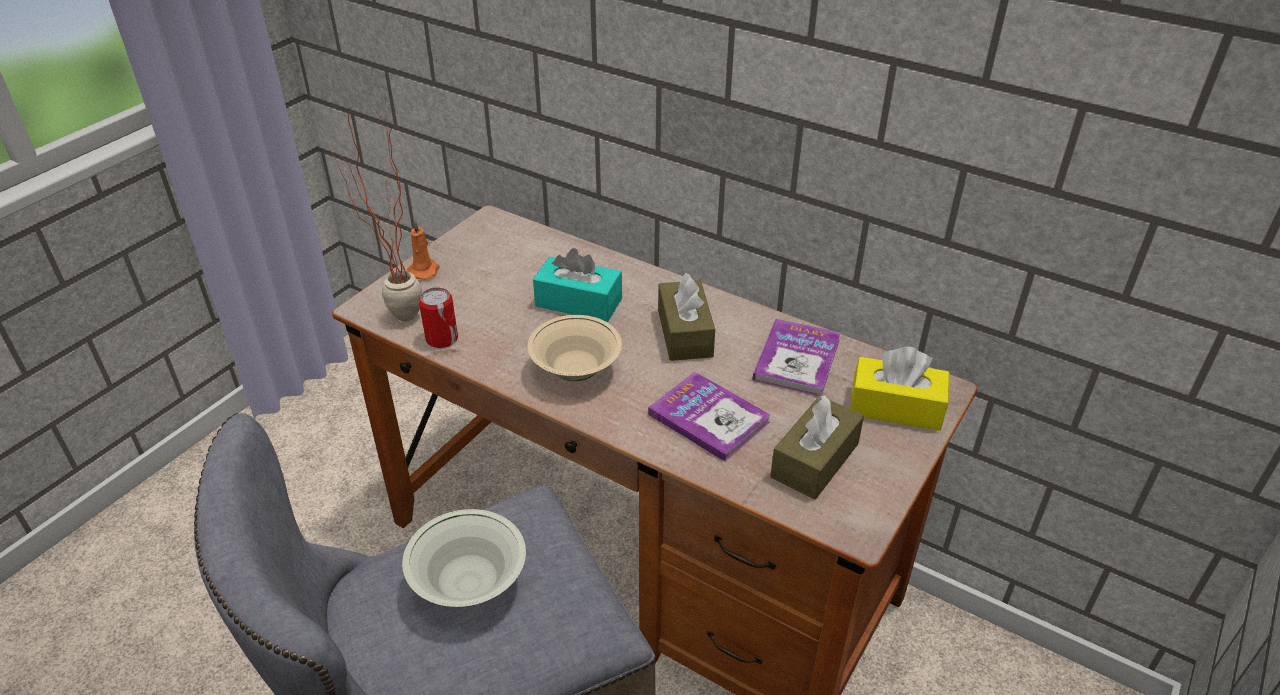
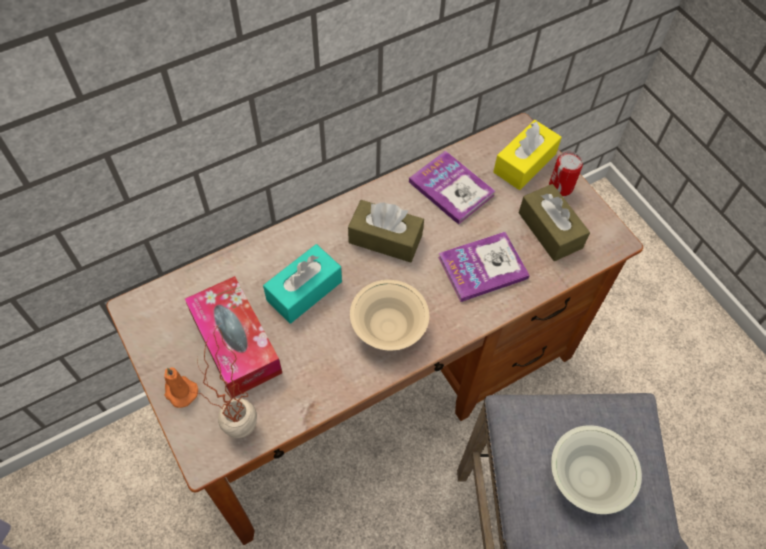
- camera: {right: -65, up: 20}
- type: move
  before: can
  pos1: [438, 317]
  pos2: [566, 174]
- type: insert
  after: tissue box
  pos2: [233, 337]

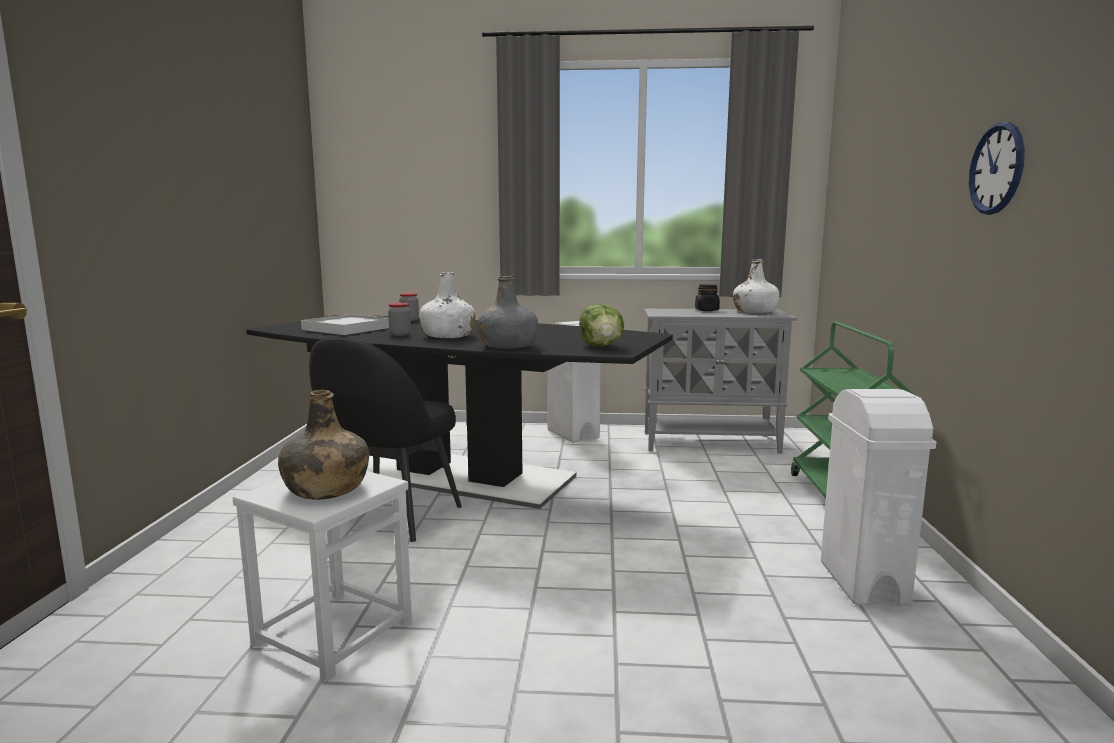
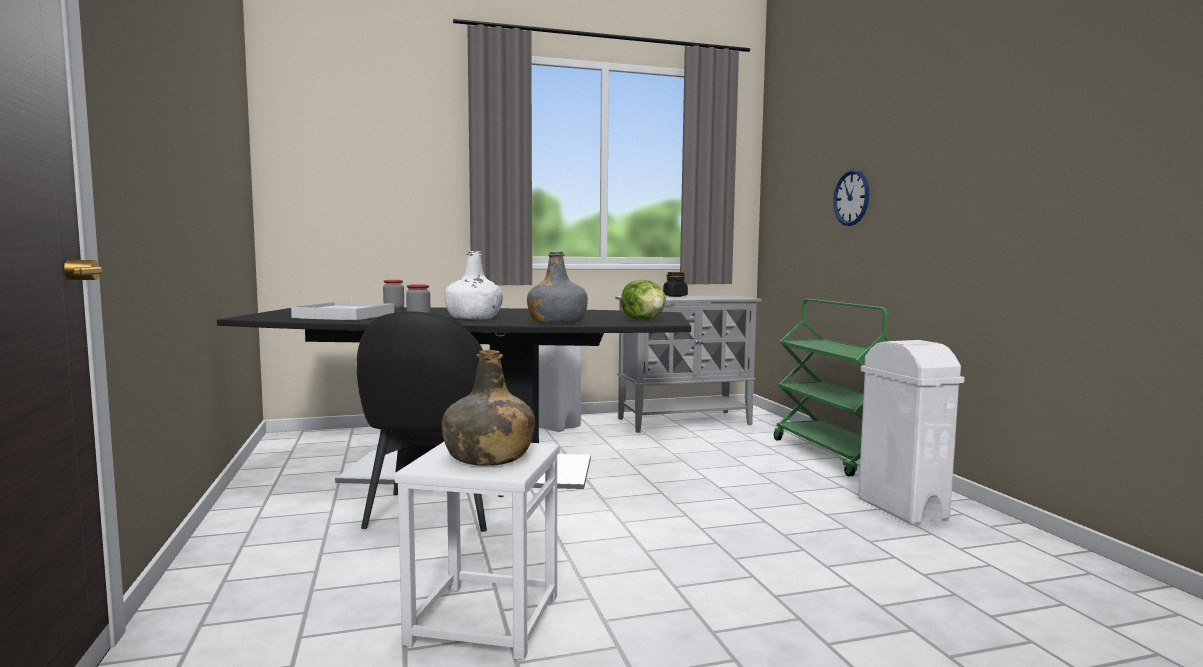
- camera: {right: -20, up: -5}
- type: move
  before: wall clock
  pos1: [997, 168]
  pos2: [851, 198]
- type: delete
  before: white bottle
  pos1: [756, 286]

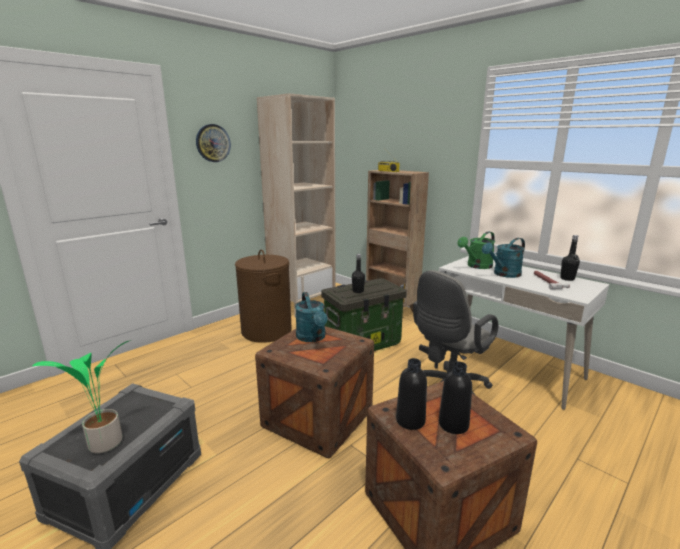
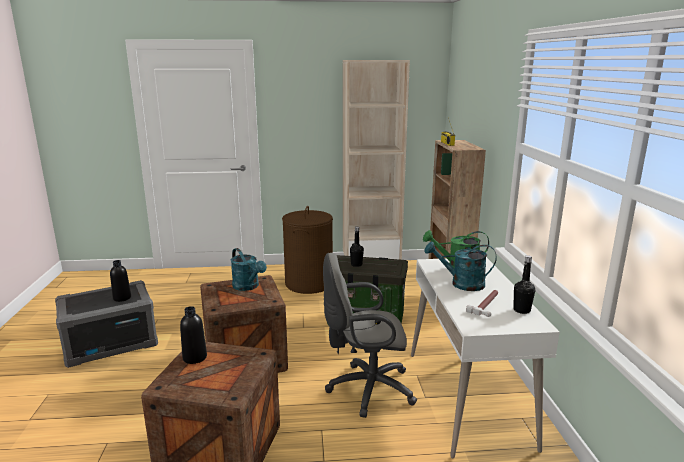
- camera: {right: 40, up: 0}
- type: delete
  before: wall clock
  pos1: [213, 143]
- type: rotate
  before: turquoise watering can
  pos1: [311, 317]
  pos2: [249, 269]
  turn: -60
- type: delete
  before: potted plant
  pos1: [82, 396]
- type: move
  before: black bottle
  pos1: [455, 398]
  pos2: [120, 281]

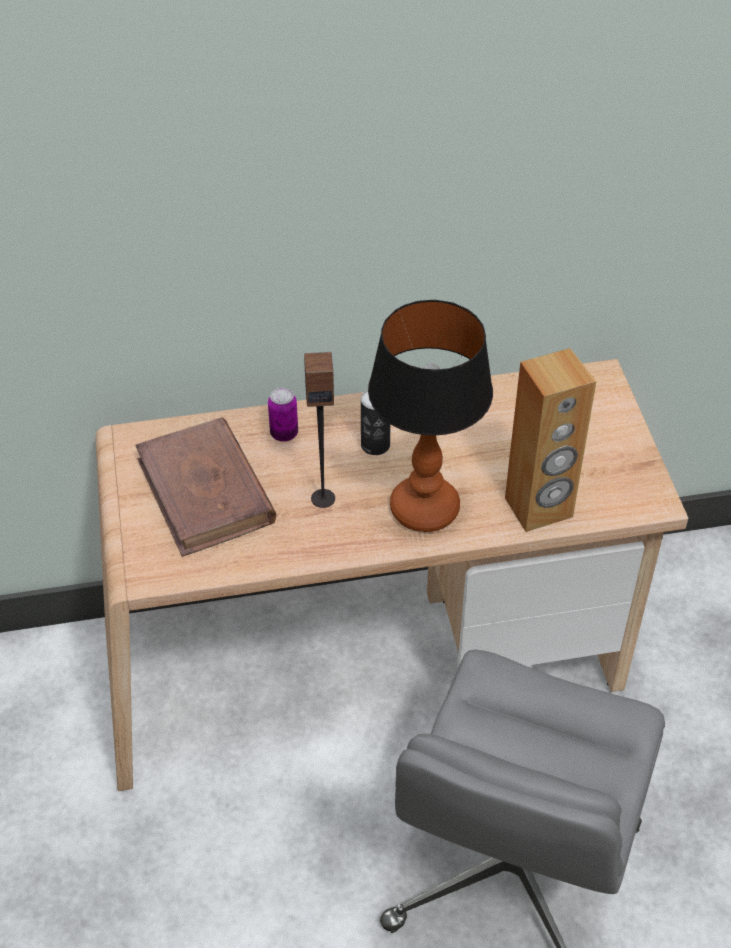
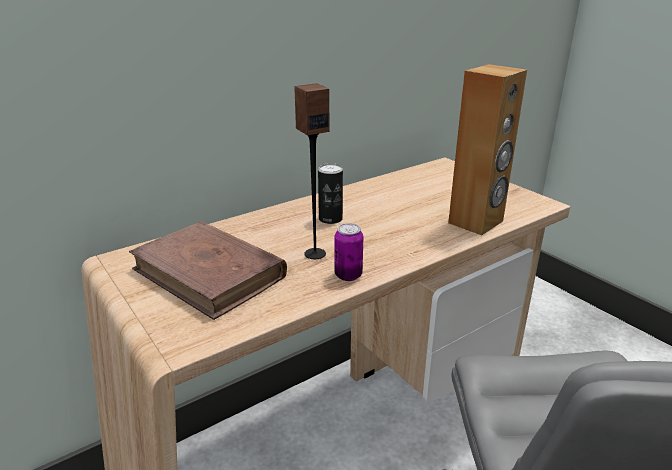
- camera: {right: -25, up: -20}
- type: delete
  before: table lamp
  pos1: [430, 416]
- type: move
  before: can
  pos1: [283, 415]
  pos2: [349, 252]

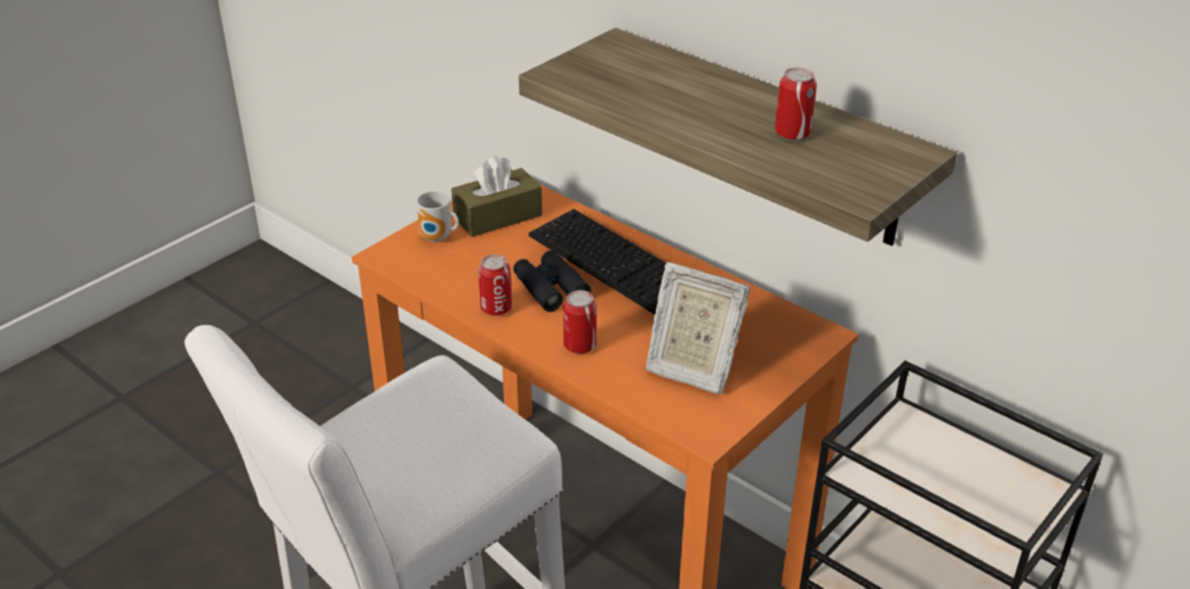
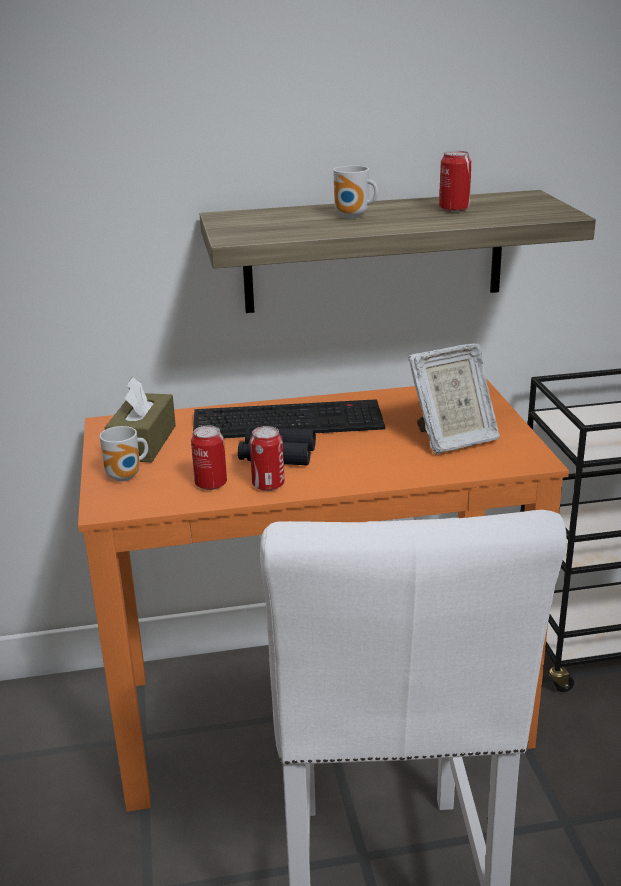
- camera: {right: -50, up: -10}
- type: move
  before: can
  pos1: [580, 322]
  pos2: [209, 458]
- type: insert
  after: mug
  pos2: [355, 192]

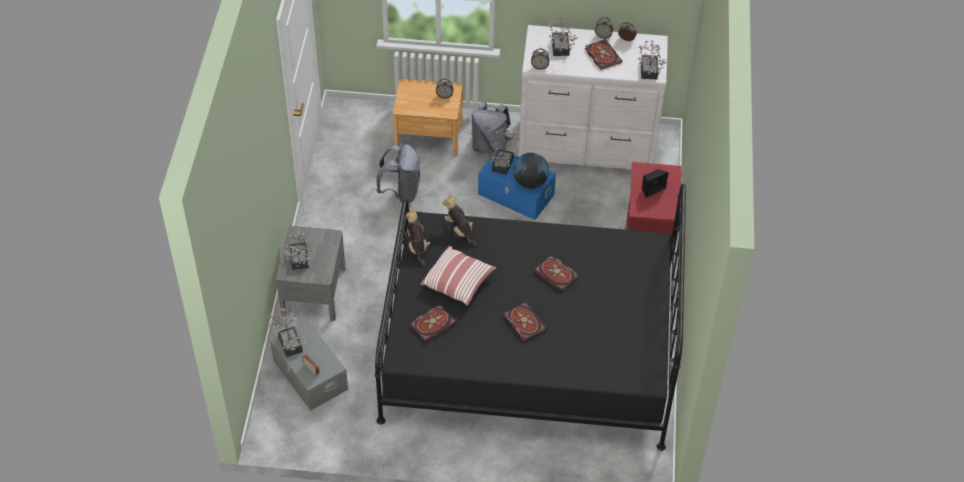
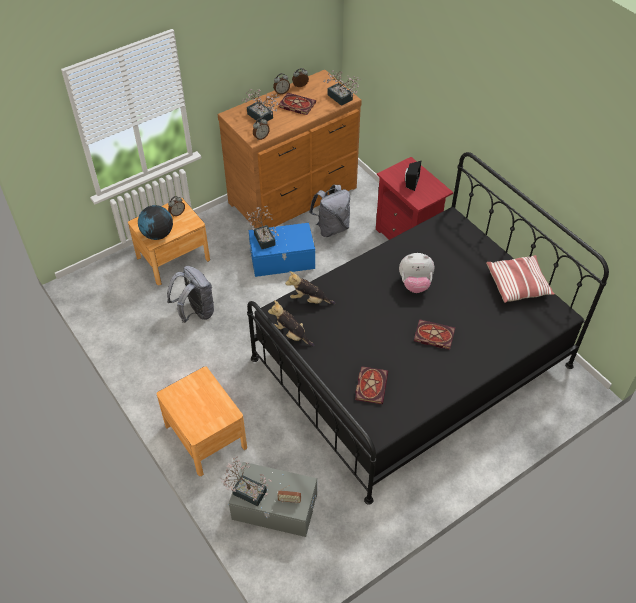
- camera: {right: -40, up: 0}
- type: recolor
  before: white dresser
  after: brown dresser
  pos1: [593, 97]
  pos2: [290, 149]
- type: move
  before: grey backpack
  pos1: [491, 128]
  pos2: [329, 211]
- type: move
  before: globe
  pos1: [531, 171]
  pos2: [155, 222]
- type: recolor
  before: grey nightstand
  after: brown nightstand
  pos1: [311, 273]
  pos2: [202, 421]
- type: delete
  before: potted plant
  pos1: [299, 249]
- type: move
  before: pillow
  pos1: [458, 276]
  pos2: [520, 279]
- type: replace
  before: book
  after: plush toy
  pos1: [556, 273]
  pos2: [416, 273]

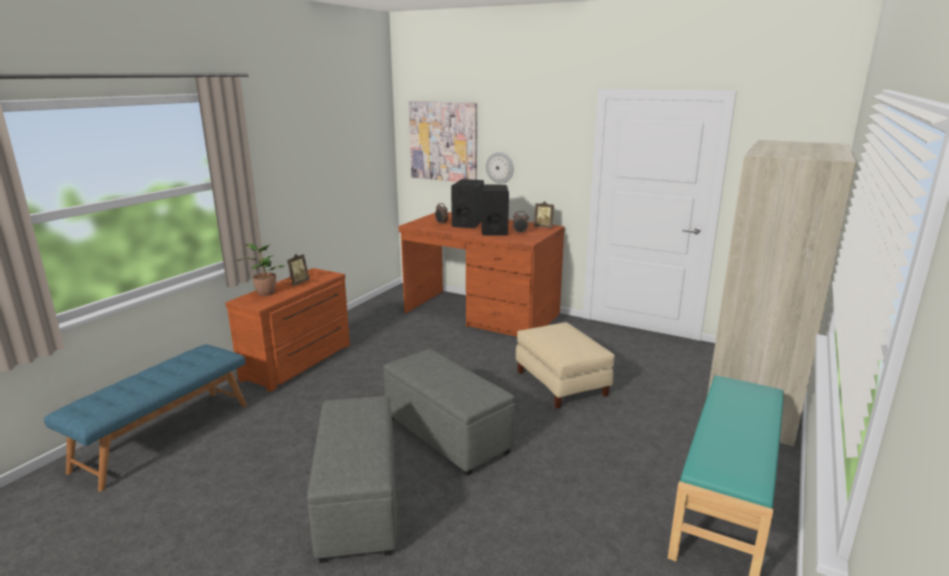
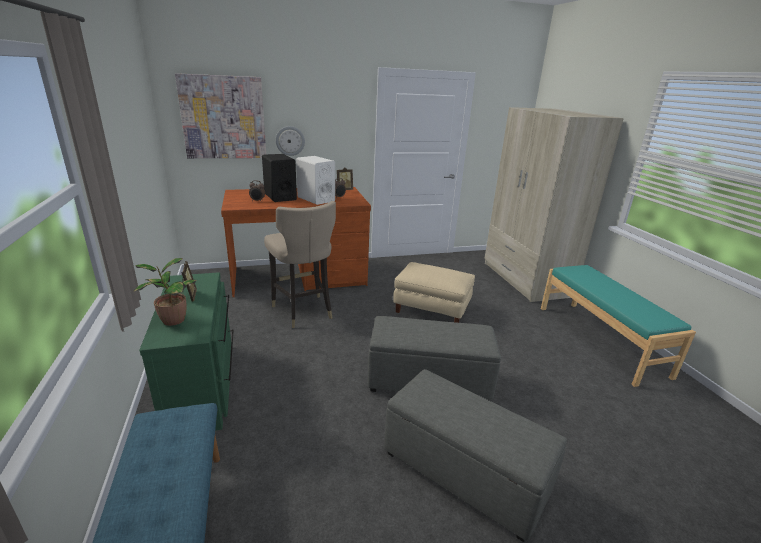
- camera: {right: -45, up: 5}
- type: recolor
  before: black speaker
  after: white speaker
  pos1: [495, 210]
  pos2: [315, 180]
- type: recolor
  before: brown dresser
  after: green dresser
  pos1: [287, 330]
  pos2: [186, 351]
- type: insert
  after: beige stool
  pos2: [300, 264]

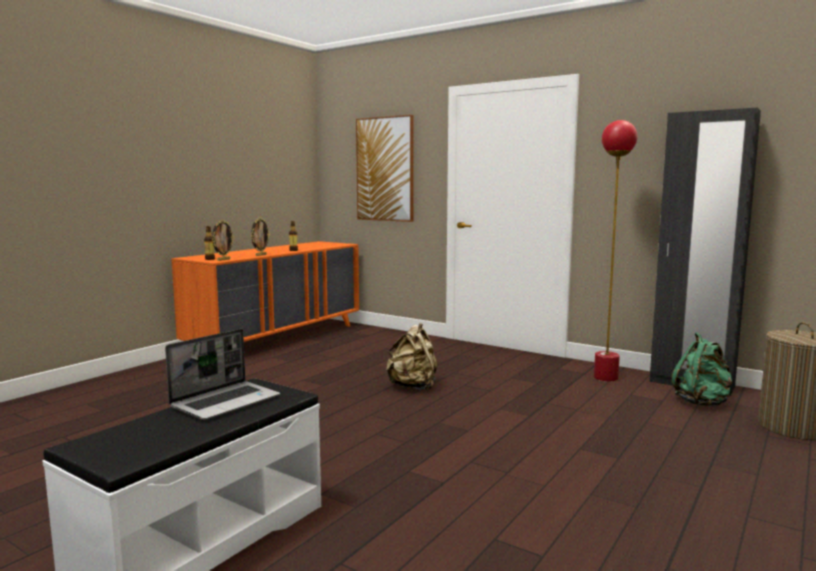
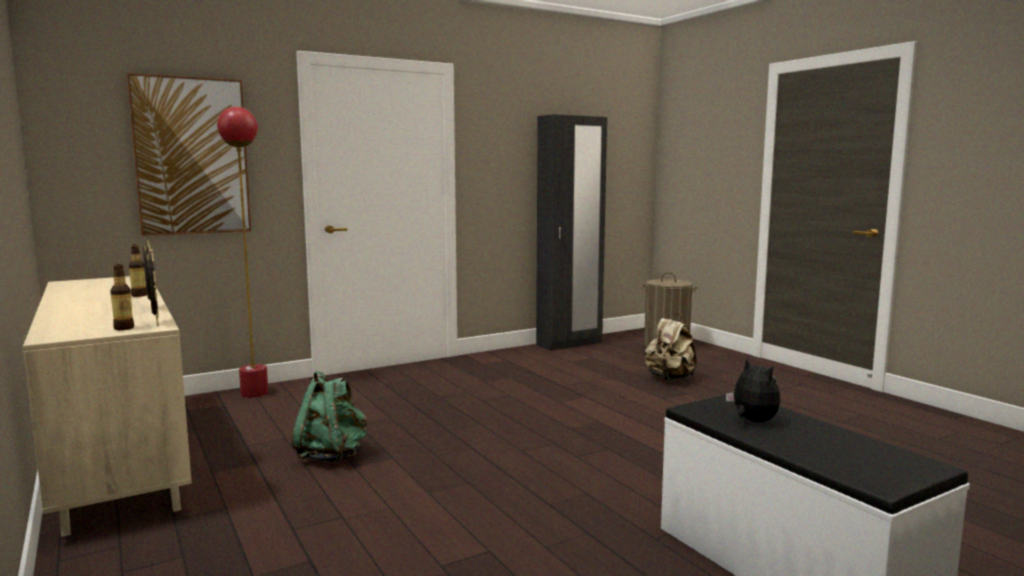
- camera: {right: -65, up: 0}
- type: move
  before: red floor lamp
  pos1: [616, 251]
  pos2: [242, 252]
- type: recolor
  before: orange dresser
  after: beige dresser
  pos1: [265, 291]
  pos2: [107, 406]
- type: move
  before: beige backpack
  pos1: [411, 356]
  pos2: [671, 347]
- type: replace
  before: laptop
  after: plush toy
  pos1: [222, 374]
  pos2: [753, 390]
- type: move
  before: green backpack
  pos1: [701, 369]
  pos2: [329, 417]

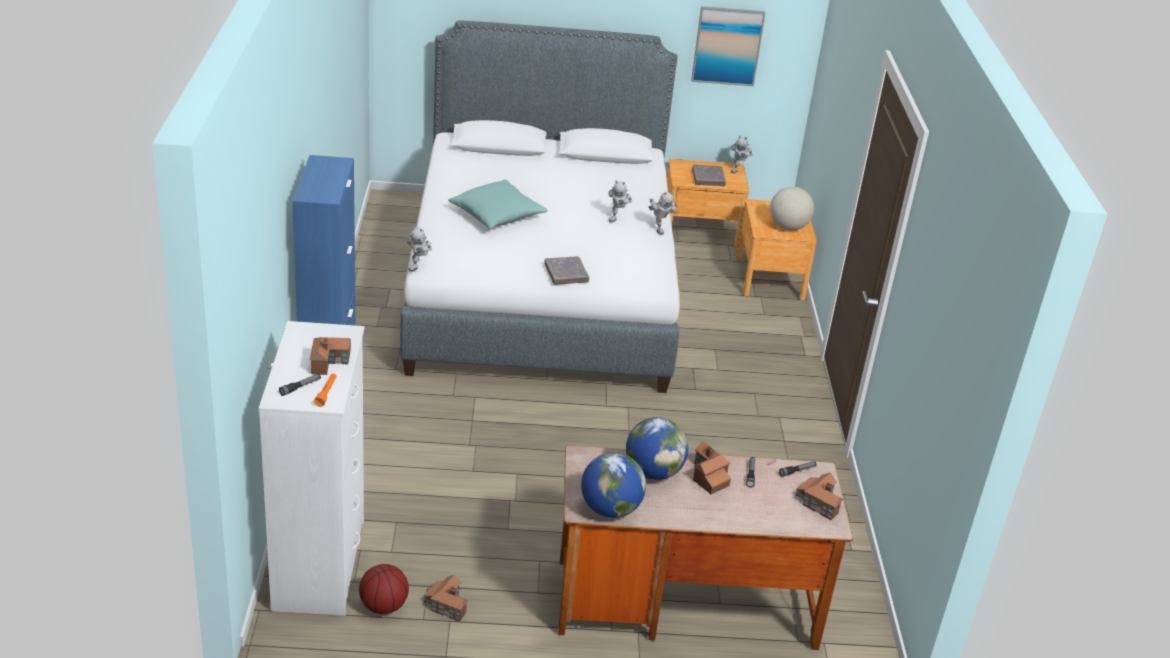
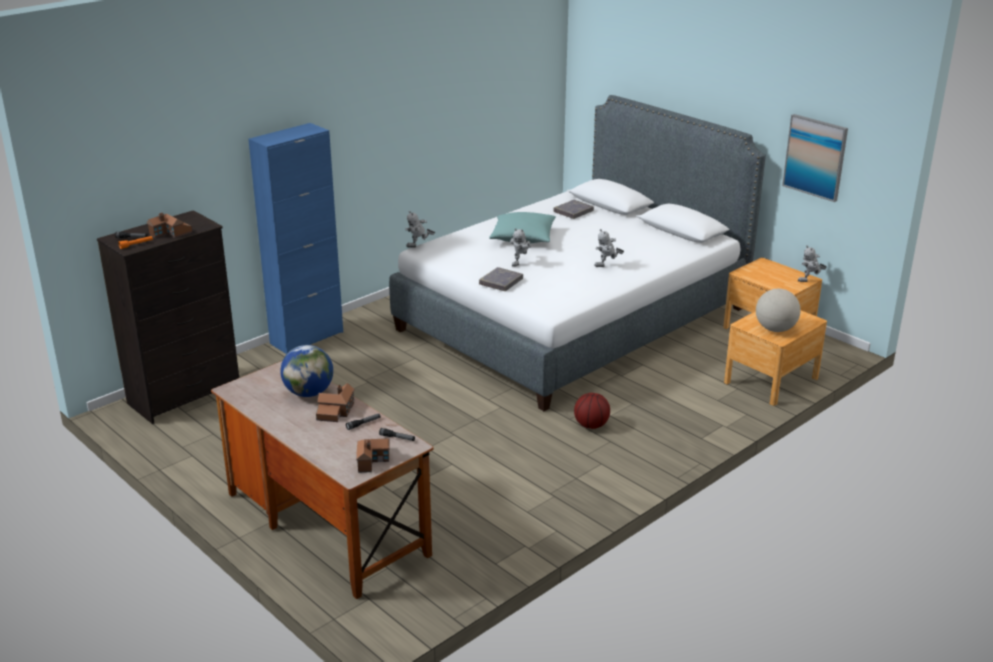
- camera: {right: 50, up: -5}
- type: move
  before: grey book
  pos1: [709, 175]
  pos2: [574, 209]
- type: move
  before: toy robot
  pos1: [663, 213]
  pos2: [520, 247]
- type: recolor
  before: white dresser
  after: black dresser
  pos1: [311, 468]
  pos2: [168, 317]
- type: delete
  before: globe
  pos1: [613, 485]
- type: move
  before: basketball
  pos1: [384, 589]
  pos2: [592, 411]
- type: delete
  before: toy house
  pos1: [446, 598]

